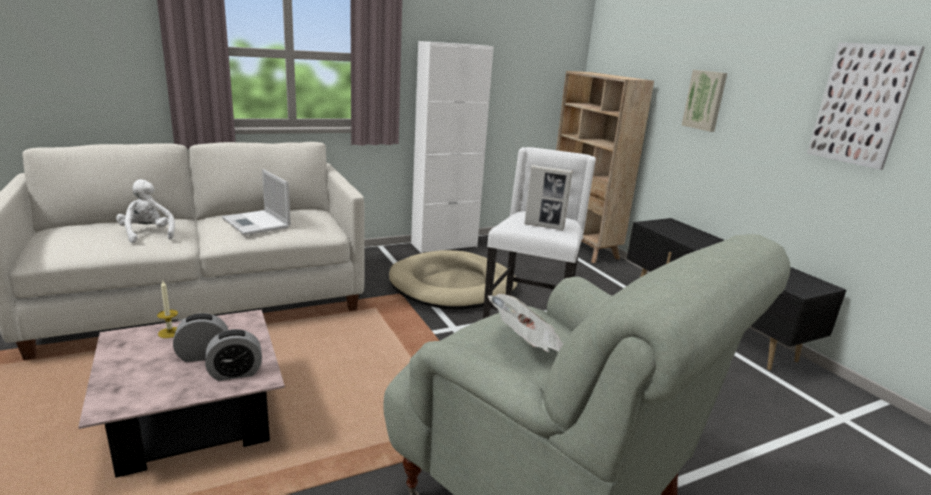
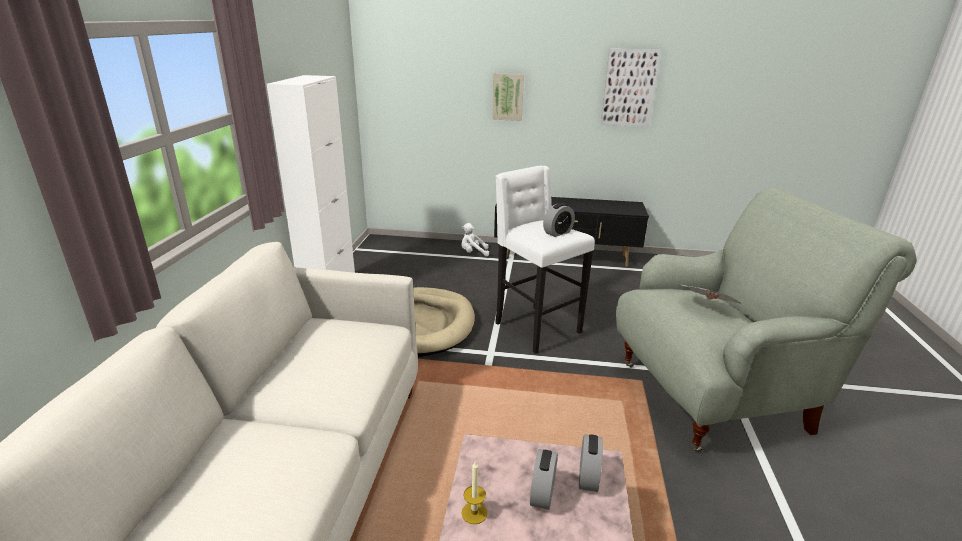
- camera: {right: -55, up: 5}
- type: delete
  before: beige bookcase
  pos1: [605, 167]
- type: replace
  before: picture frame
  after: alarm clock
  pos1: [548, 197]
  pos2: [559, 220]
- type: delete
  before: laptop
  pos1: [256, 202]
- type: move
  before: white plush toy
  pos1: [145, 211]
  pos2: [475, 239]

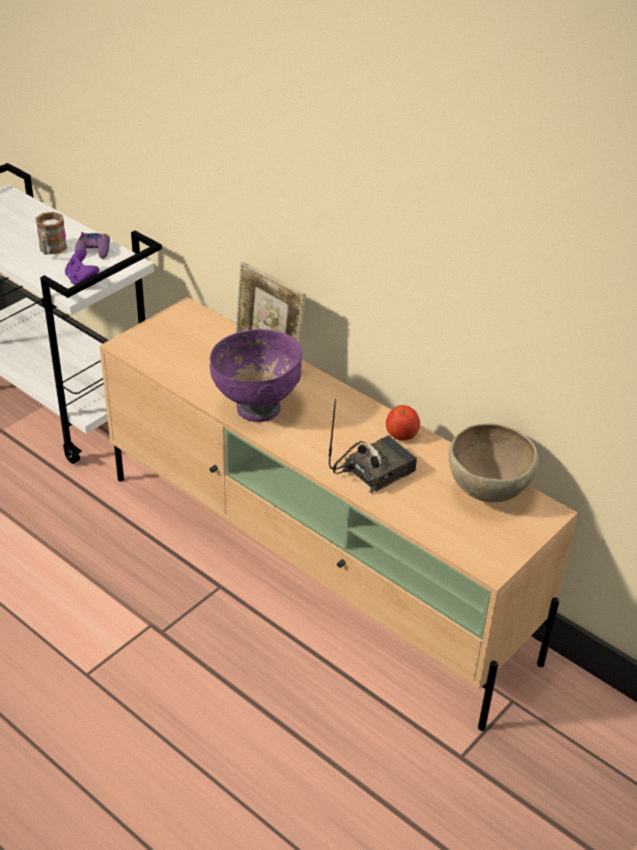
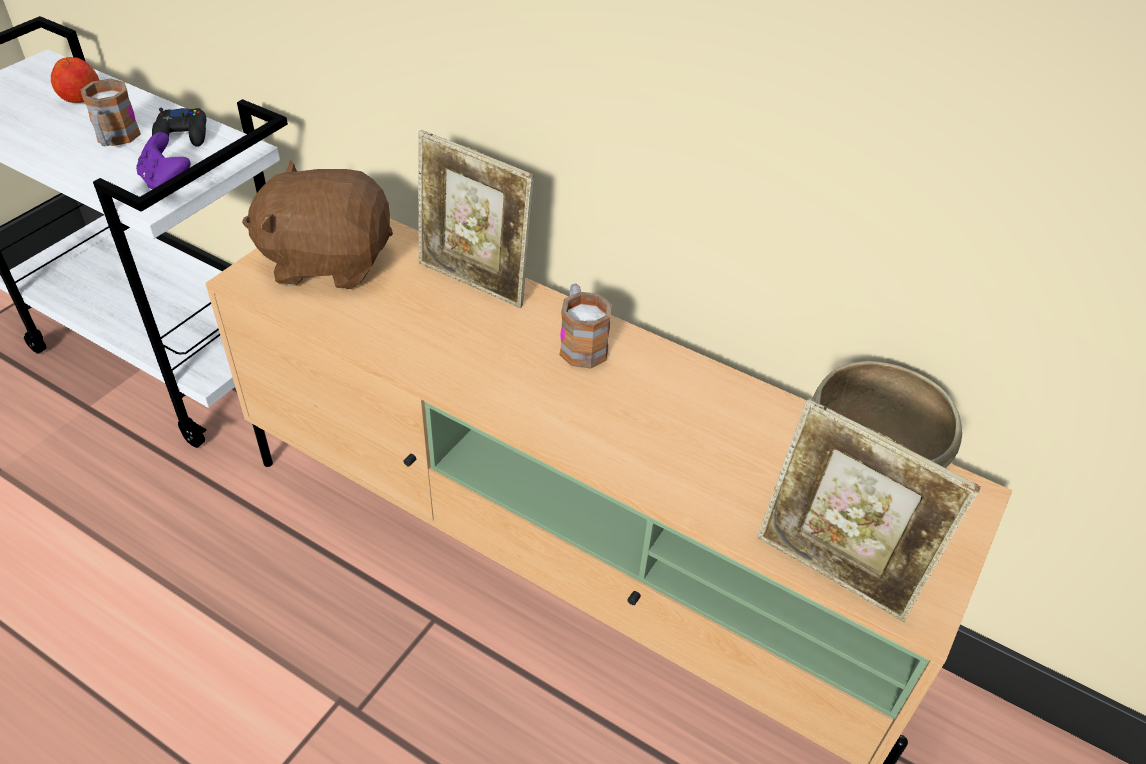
- camera: {right: -10, up: 5}
- type: recolor
  before: purple game controller
  after: black game controller
  pos1: [92, 245]
  pos2: [179, 127]
- type: delete
  before: purple bowl
  pos1: [256, 375]
- type: delete
  before: radio
  pos1: [373, 446]
- type: move
  before: apple
  pos1: [403, 422]
  pos2: [75, 80]
- type: insert
  after: brown plush toy
  pos2: [317, 224]
- type: insert
  after: mug
  pos2: [585, 326]
- type: insert
  after: picture frame
  pos2: [869, 510]

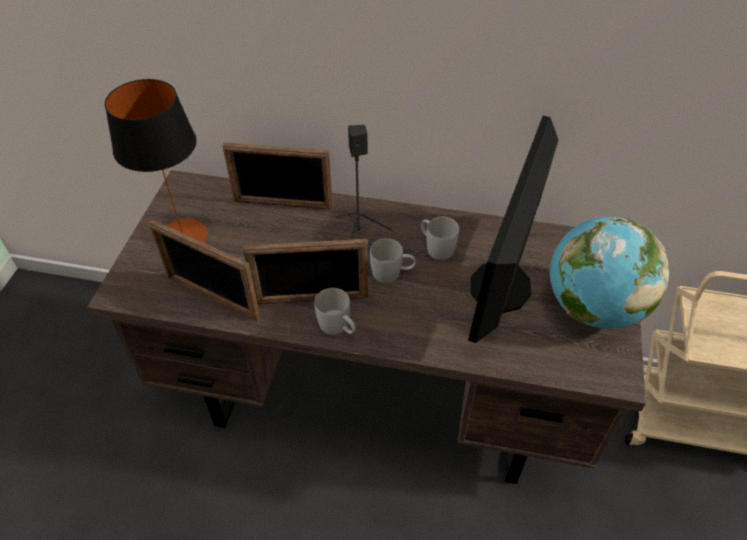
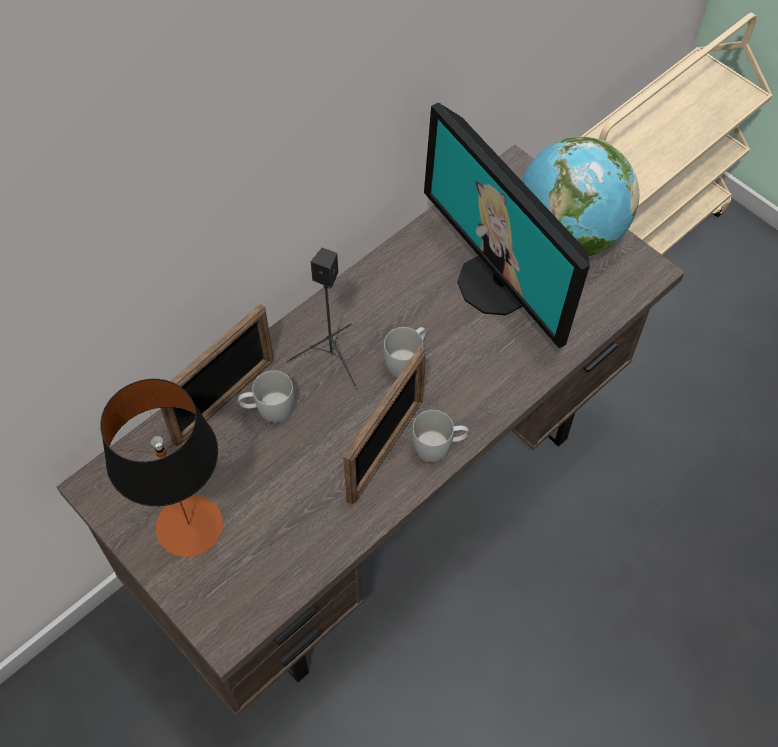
- camera: {right: -55, up: 10}
- type: move
  before: white mug
  pos1: [440, 238]
  pos2: [266, 396]
- type: delete
  before: picture frame
  pos1: [204, 270]

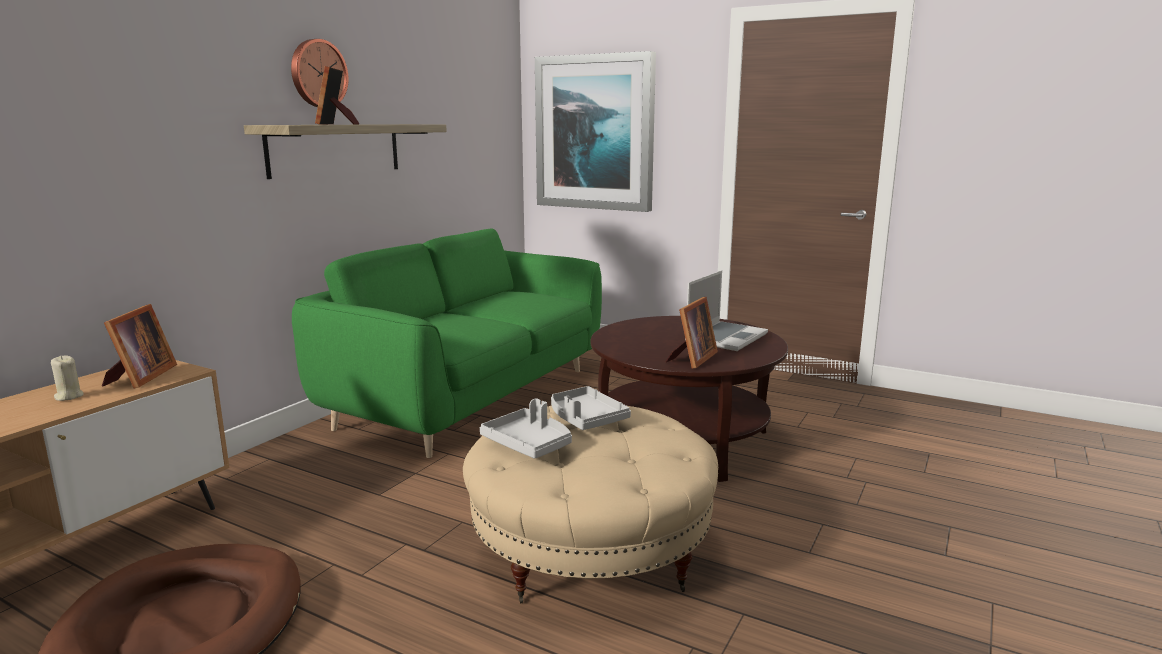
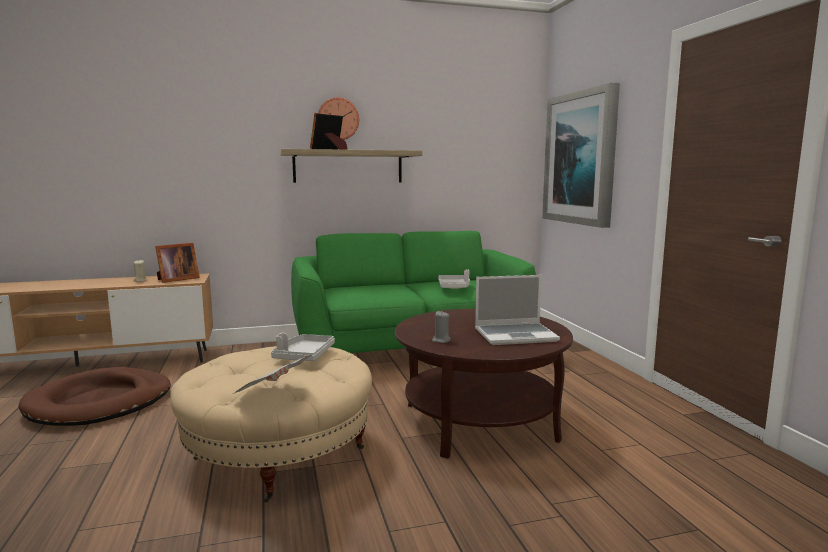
- camera: {right: 45, up: -5}
- type: replace
  before: picture frame
  after: grey candle
  pos1: [691, 333]
  pos2: [441, 327]
- type: move
  before: grey tray
  pos1: [526, 428]
  pos2: [454, 279]
- type: insert
  after: newspaper
  pos2: [272, 374]

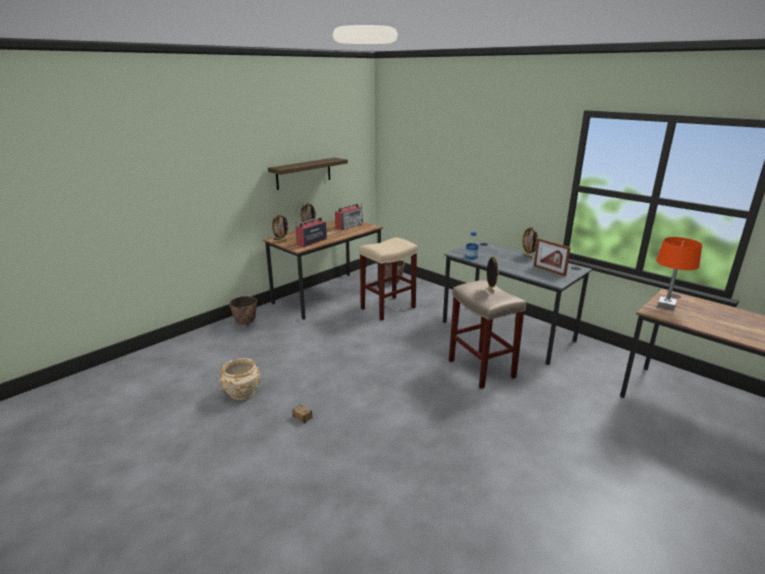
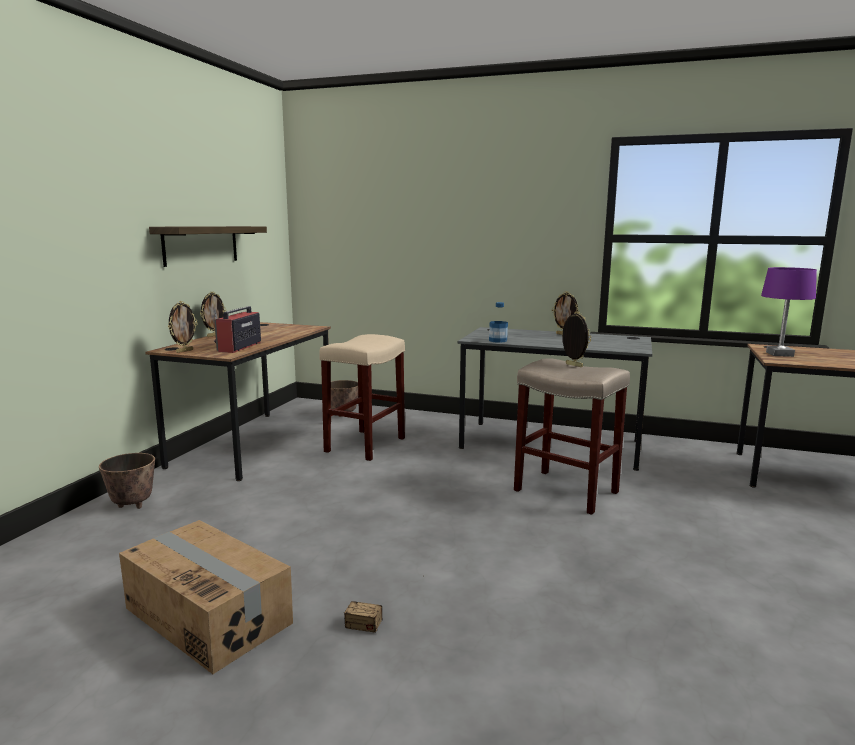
- camera: {right: -25, up: -10}
- type: delete
  before: radio
  pos1: [349, 216]
- type: recolor
  before: orange table lamp
  after: purple table lamp
  pos1: [679, 273]
  pos2: [789, 312]
- type: delete
  before: picture frame
  pos1: [552, 257]
- type: replace
  before: beige planter
  after: cardboard box
  pos1: [240, 379]
  pos2: [206, 597]

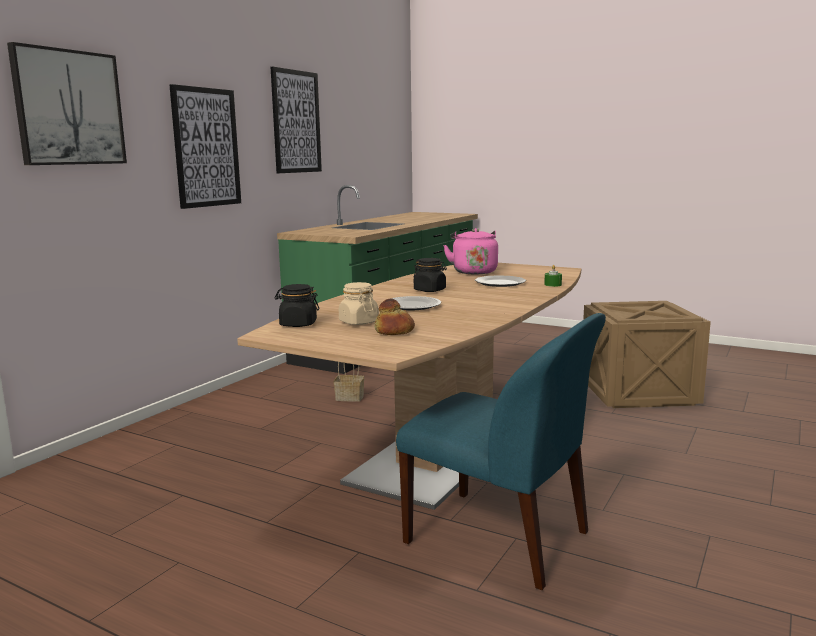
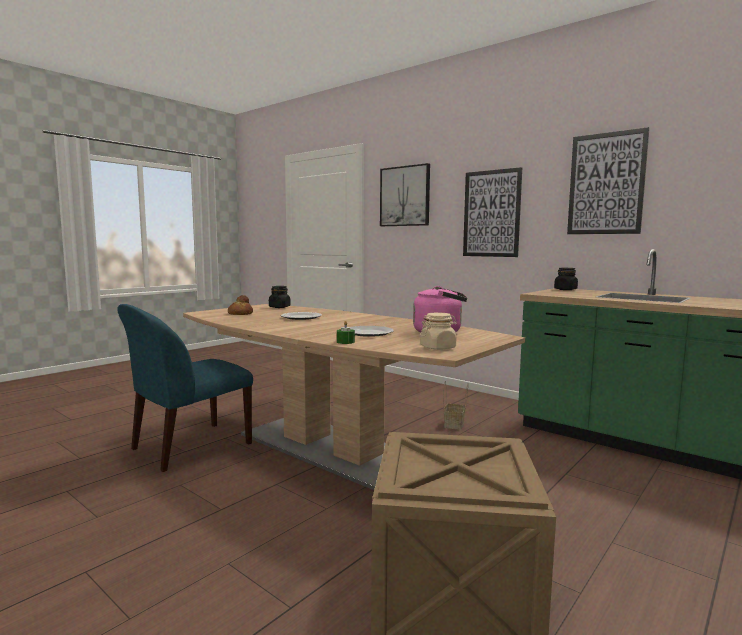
- camera: {right: 100, up: -5}
- type: move
  before: black jar
  pos1: [430, 275]
  pos2: [566, 279]
- type: move
  before: beige jar
  pos1: [359, 303]
  pos2: [438, 331]

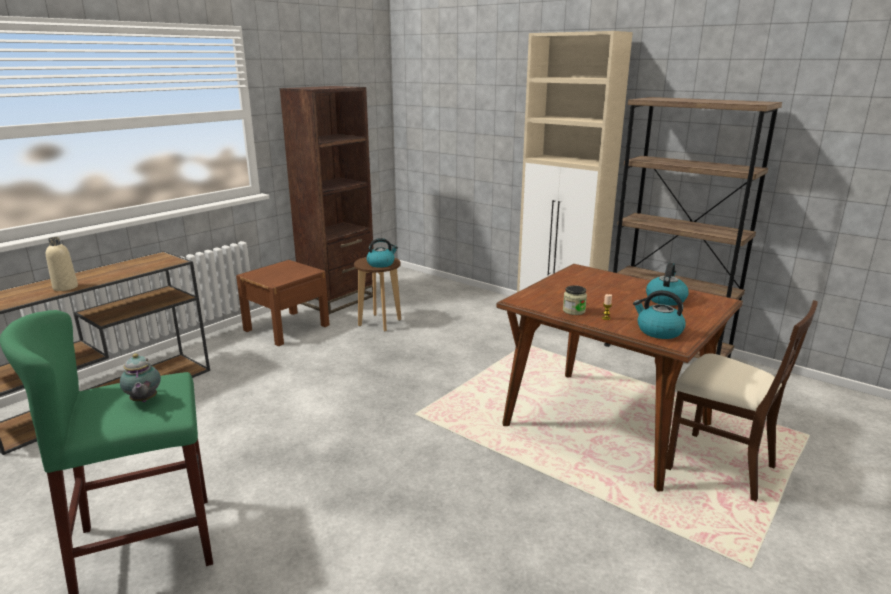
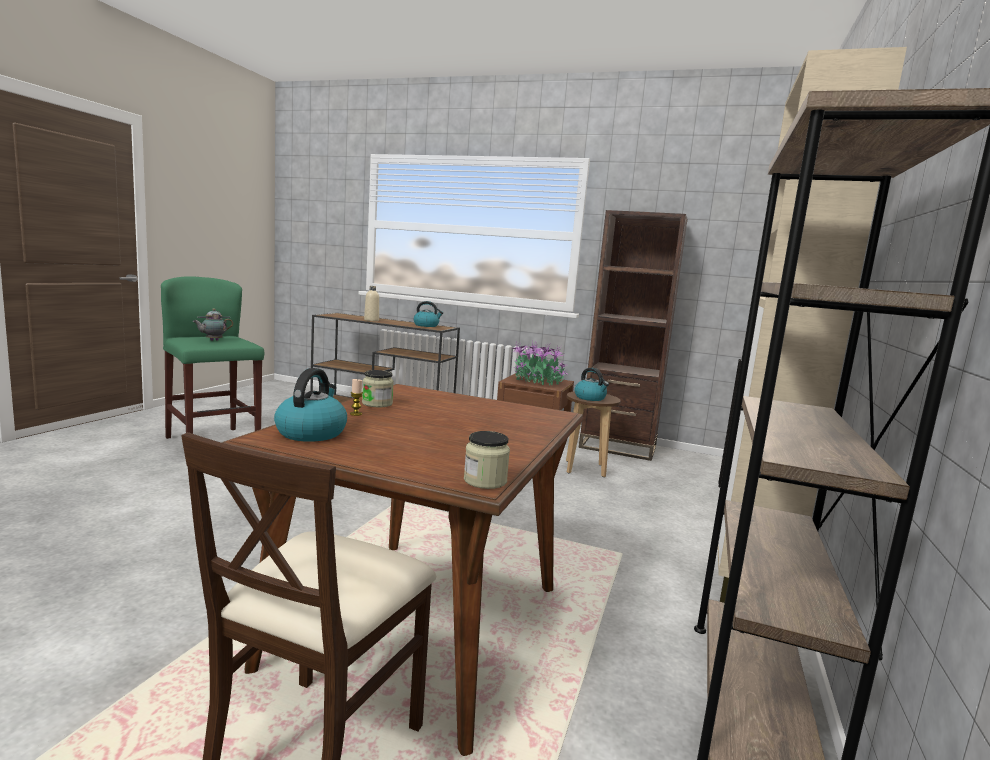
- camera: {right: 70, up: -10}
- type: move
  before: kettle
  pos1: [667, 284]
  pos2: [428, 314]
- type: insert
  after: potted plant
  pos2: [539, 364]
- type: insert
  after: jar
  pos2: [487, 460]

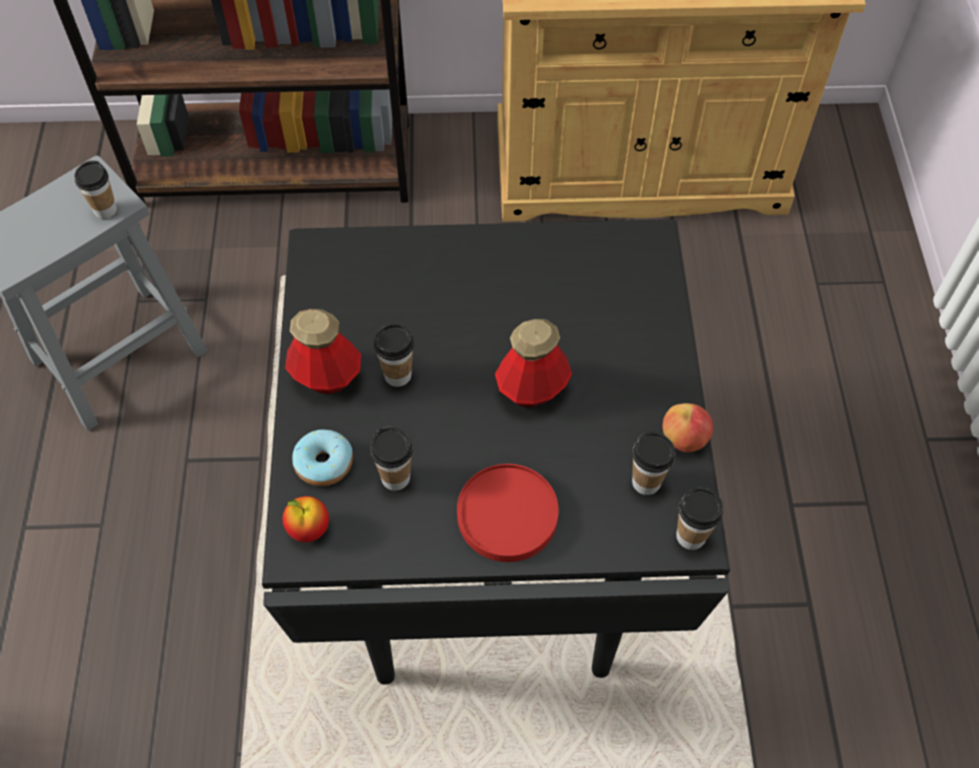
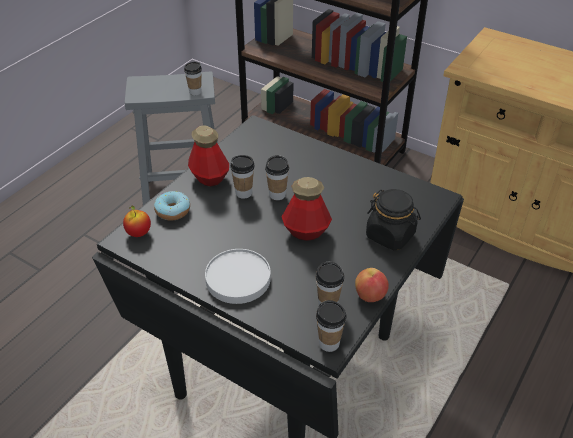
- camera: {right: 35, up: -15}
- type: move
  before: cup
  pos1: [391, 458]
  pos2: [277, 177]
- type: recolor
  before: red plate
  after: white plate
  pos1: [508, 513]
  pos2: [238, 276]
- type: insert
  after: black jar
  pos2: [393, 219]

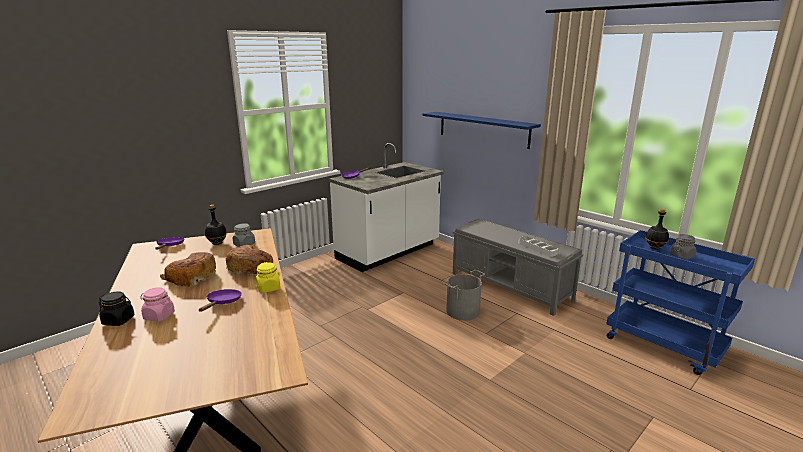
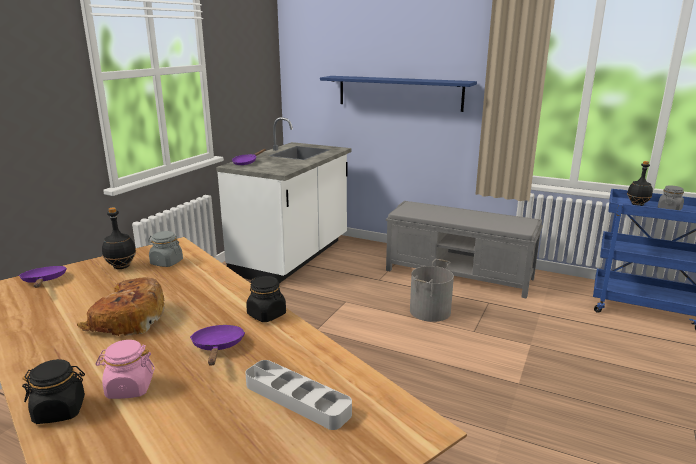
- camera: {right: -20, up: 0}
- type: move
  before: grey tray
  pos1: [538, 246]
  pos2: [298, 395]
- type: delete
  before: bread
  pos1: [249, 260]
- type: recolor
  before: yellow jar
  after: black jar
  pos1: [268, 277]
  pos2: [266, 299]

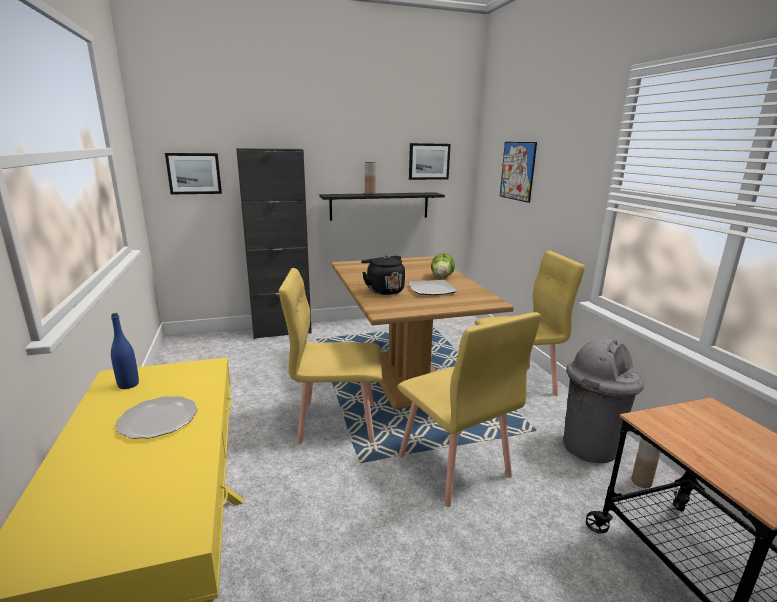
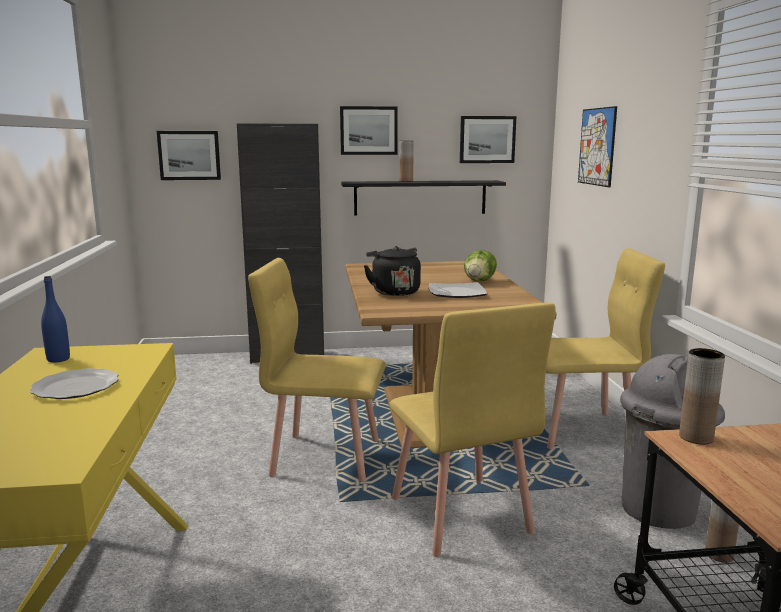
- camera: {right: 10, up: -5}
- type: insert
  after: picture
  pos2: [369, 130]
- type: insert
  after: brown vase
  pos2: [702, 396]

